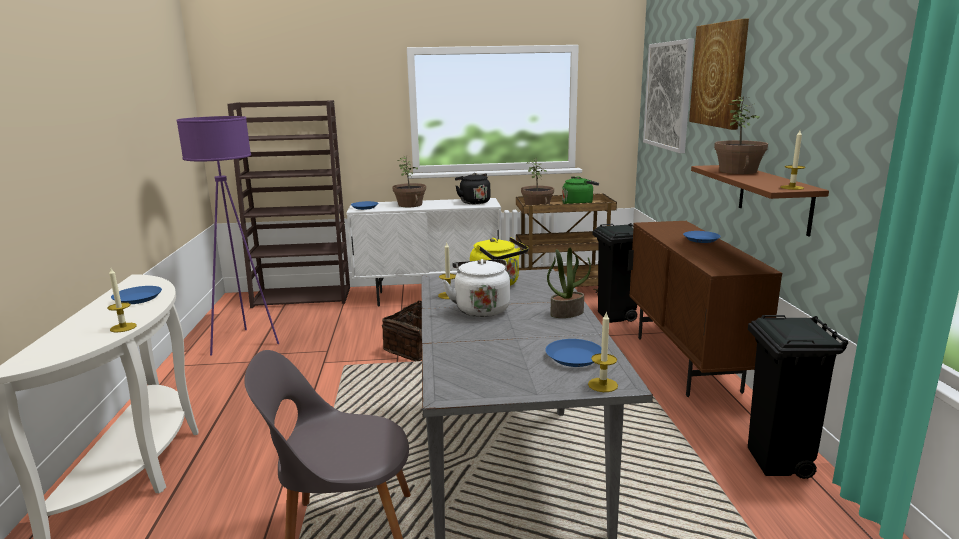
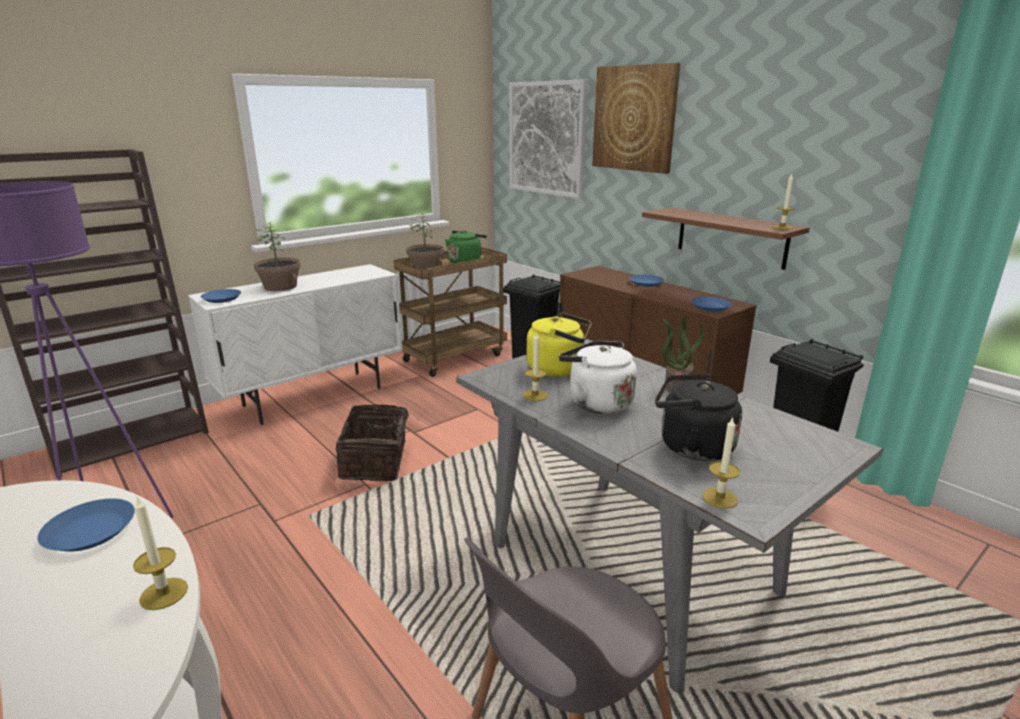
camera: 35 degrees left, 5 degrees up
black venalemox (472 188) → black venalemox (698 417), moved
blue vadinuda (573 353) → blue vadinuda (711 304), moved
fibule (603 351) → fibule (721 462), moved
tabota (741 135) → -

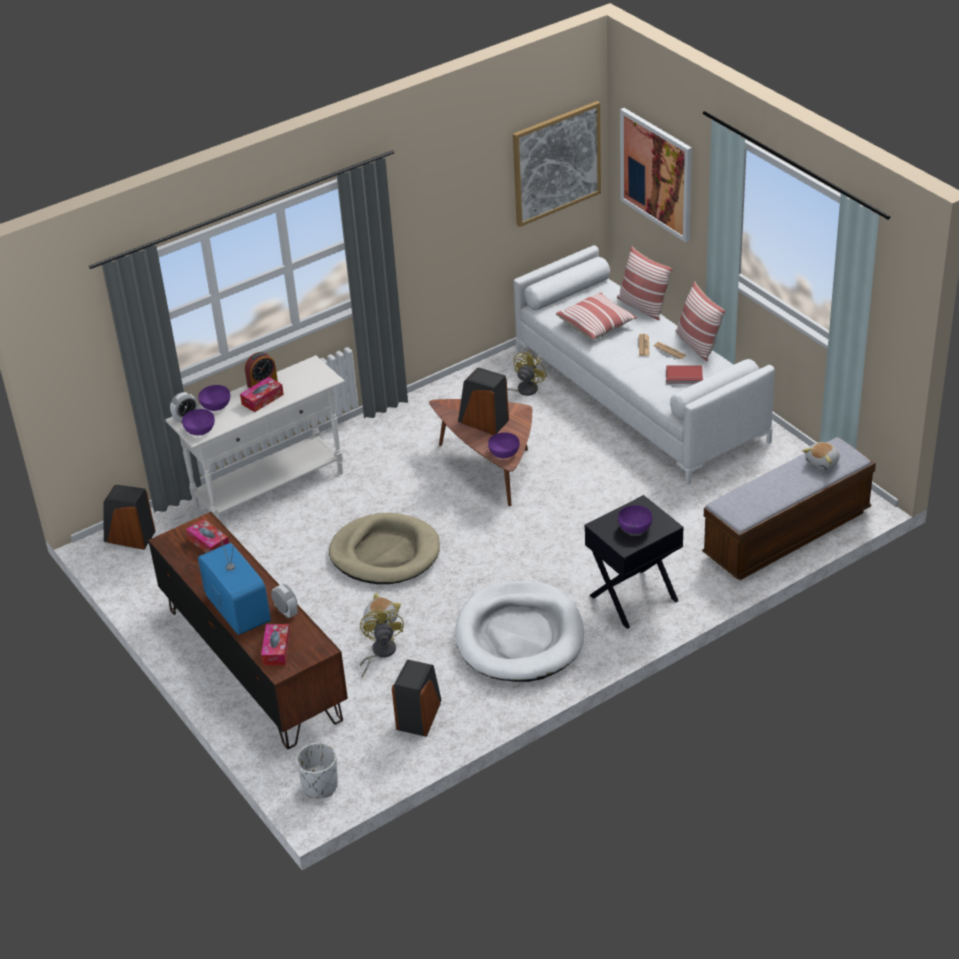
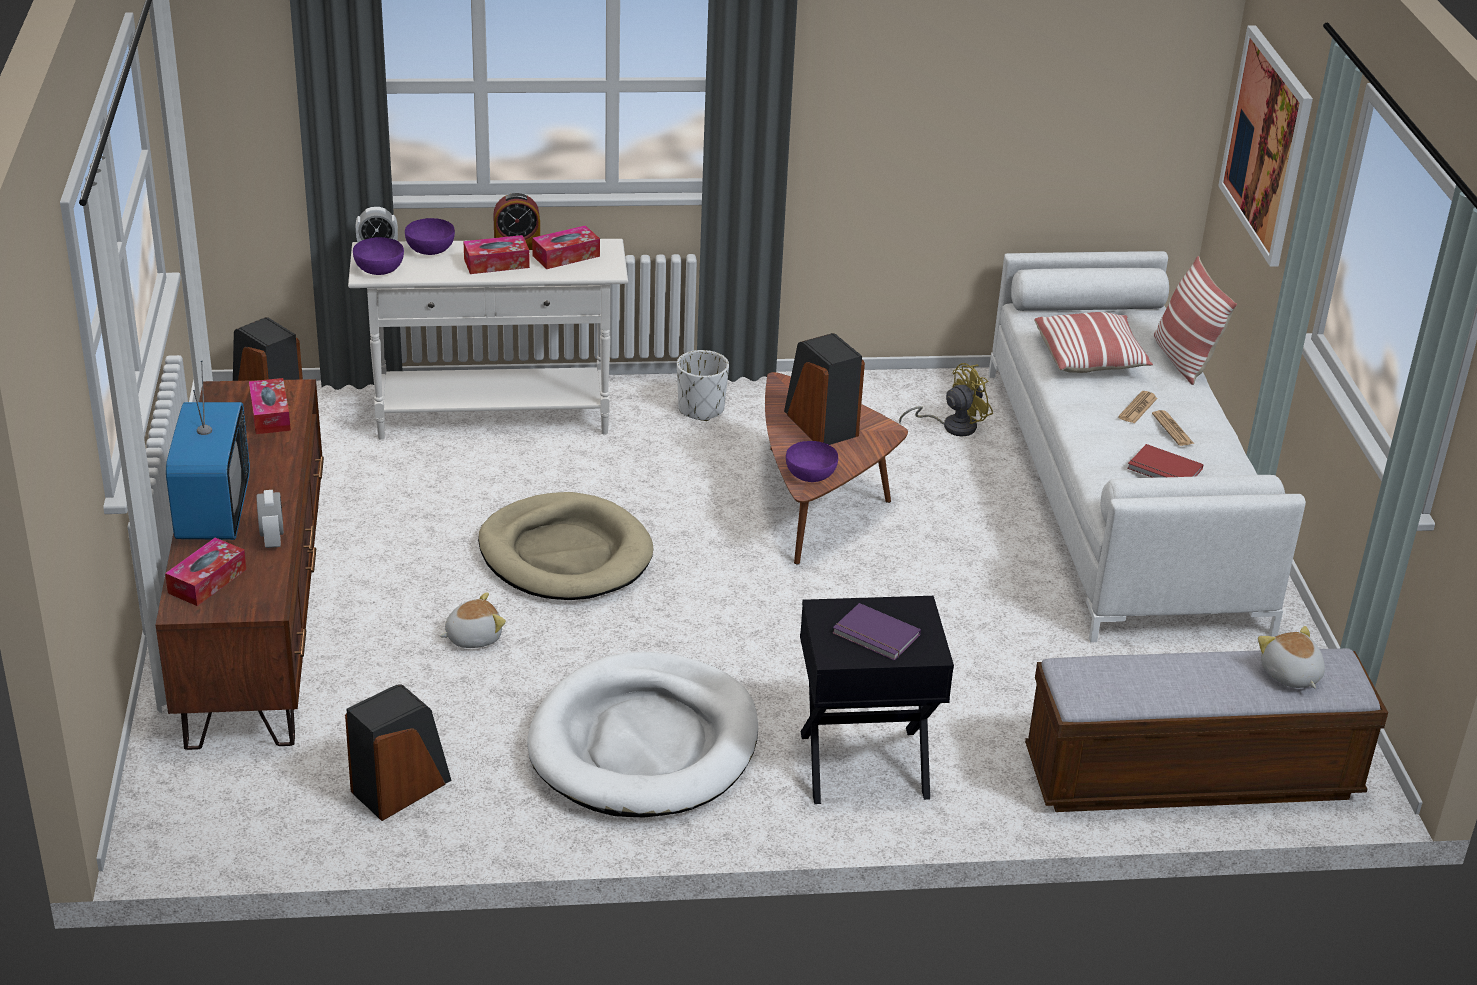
camera: 25 degrees right, 5 degrees down
- → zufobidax (566 247)
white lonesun (317 770) → white lonesun (703 385), moved
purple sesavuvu (635 519) → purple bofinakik (877 632)
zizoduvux (821 456) → zizoduvux (1291 657), 90 degrees clockwise
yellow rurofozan (381 641) → -
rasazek (557 164) → -
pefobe (700 321) → -

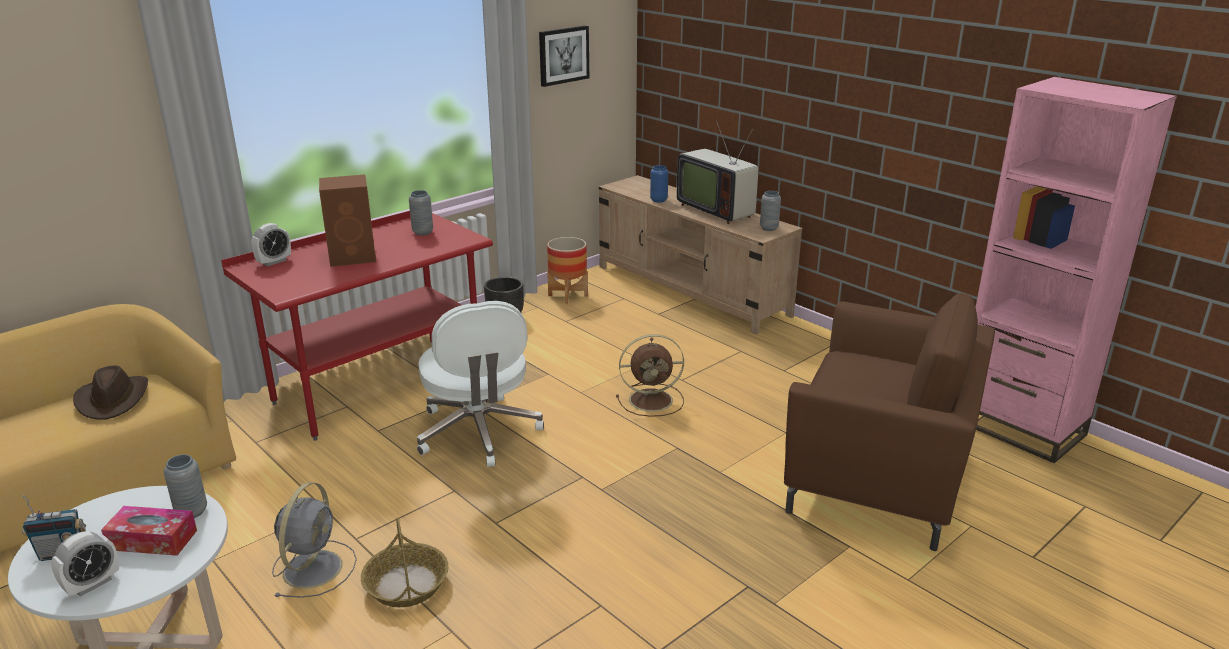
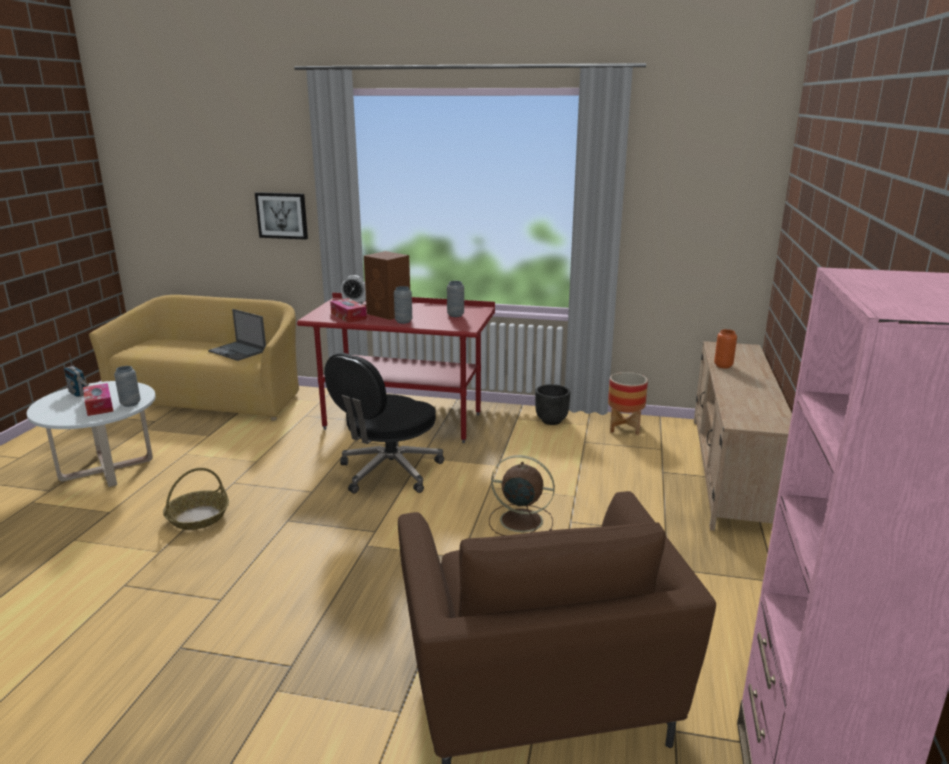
camera: 55 degrees right, 5 degrees down
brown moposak (110 393) → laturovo (237 335)
rasazek (564 56) → rasazek (281 216), moved
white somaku (480 384) → black somaku (384 423)
- → zufobidax (348 310)
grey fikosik (770 211) → grey fikosik (403 305), moved
brown rurofozan (650 375) → brown rurofozan (522 495), 150 degrees clockwise
blue fikosik (659 184) → orange fikosik (725 348)
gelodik (85 564) → -
grey rurofozan (314 540) → -
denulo (717 172) → -

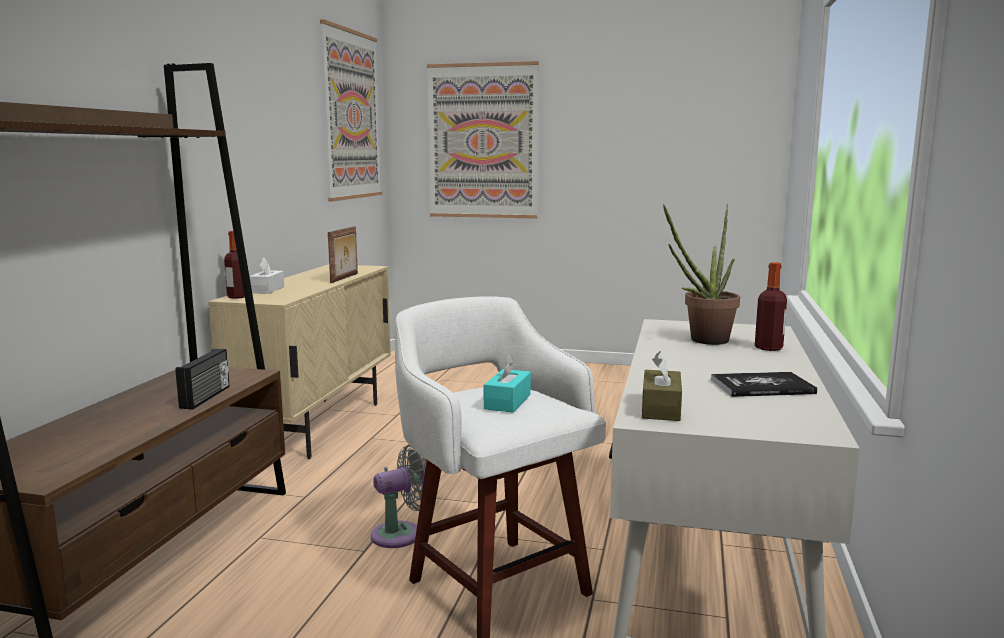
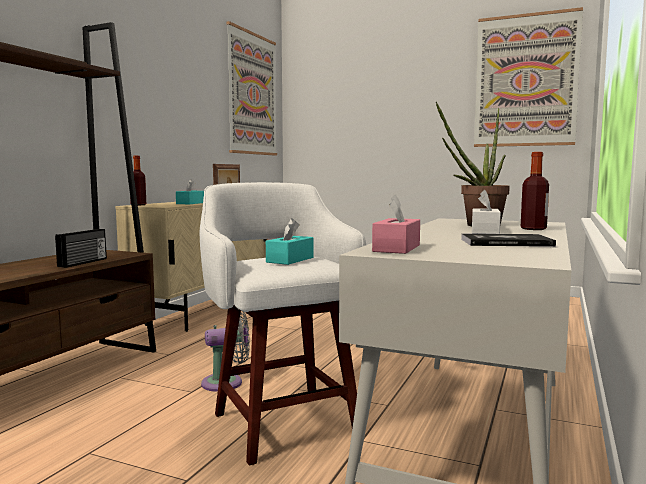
camera: 10 degrees right, 5 degrees down
- → turquoise zufobidax (190 191)
brown zufobidax (662 386) → pink zufobidax (396 224)
white zufobidax (266 276) → white zufobidax (486 212), moved
rasazek (483 140) → rasazek (528 77), moved

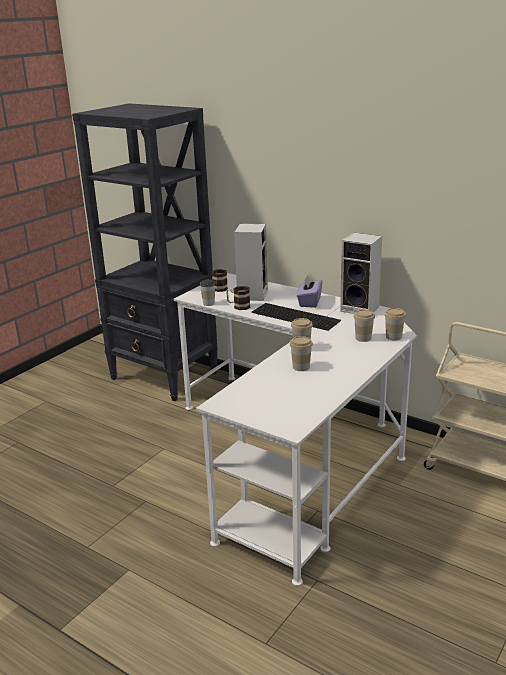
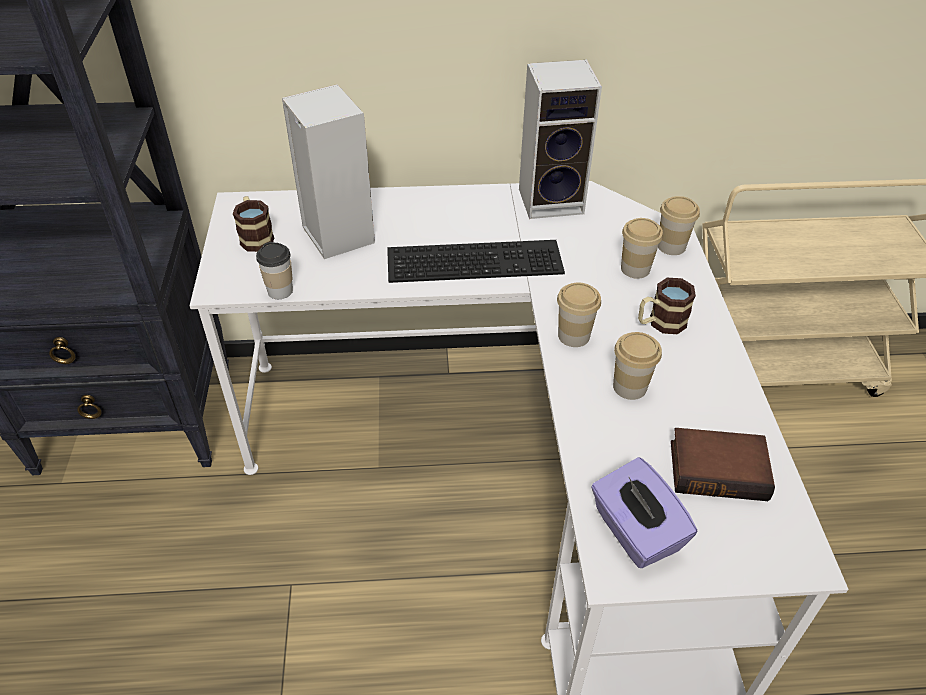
camera: 40 degrees left, 20 degrees up
purple zufobidax (309 291) → purple zufobidax (644 512), moved
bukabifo (238 298) → bukabifo (667 306), moved
- → bofinakik (723 464)

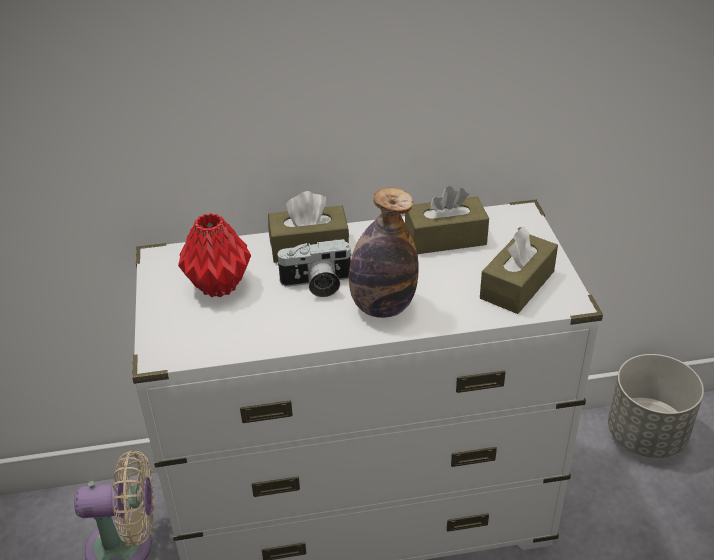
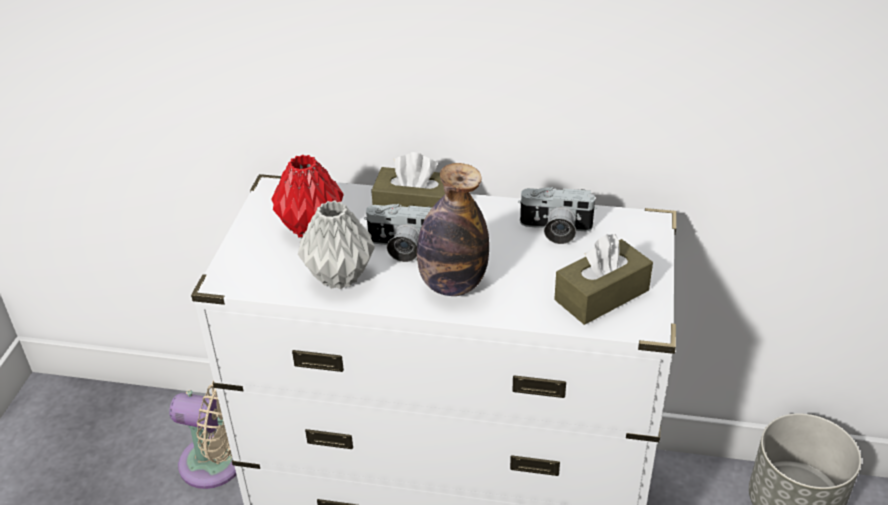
camera: 20 degrees right, 0 degrees up
- → grey fikosik (336 244)
brown zufobidax (447 220) → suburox (557 215)

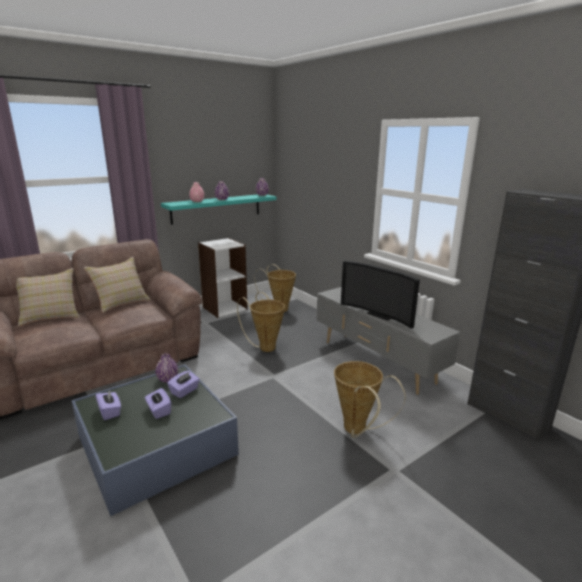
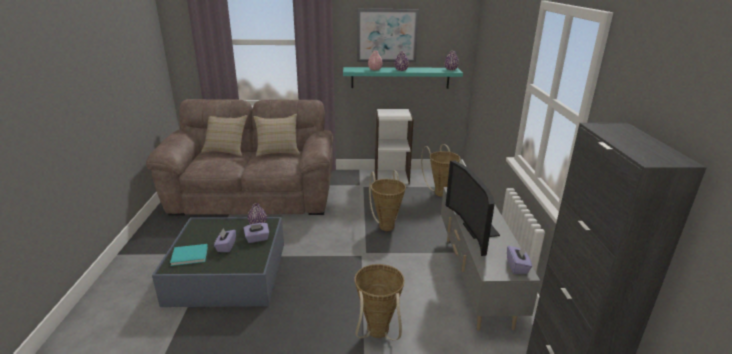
camera: 35 degrees right, 5 degrees up
- → turquoise bofinakik (189 255)
- → rasazek (388 35)
purple zufobidax (108 404) → purple zufobidax (519 260), moved

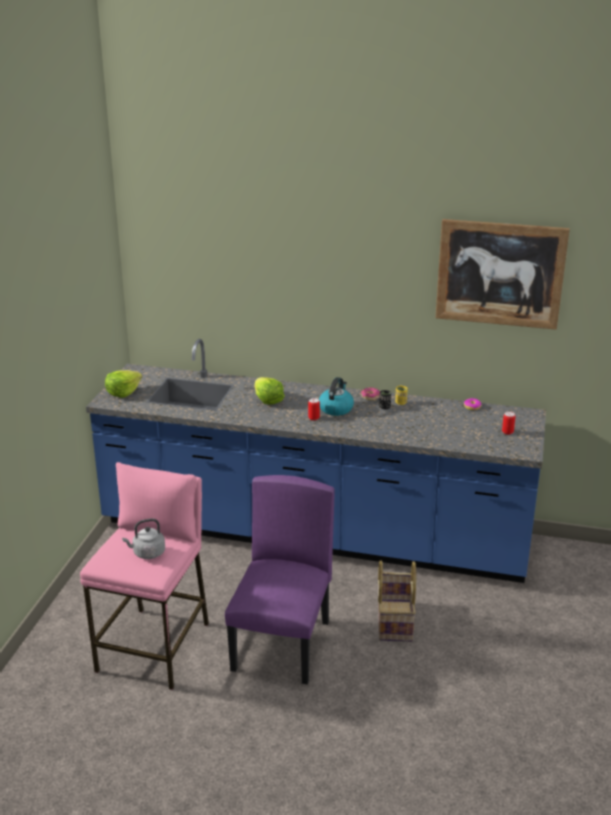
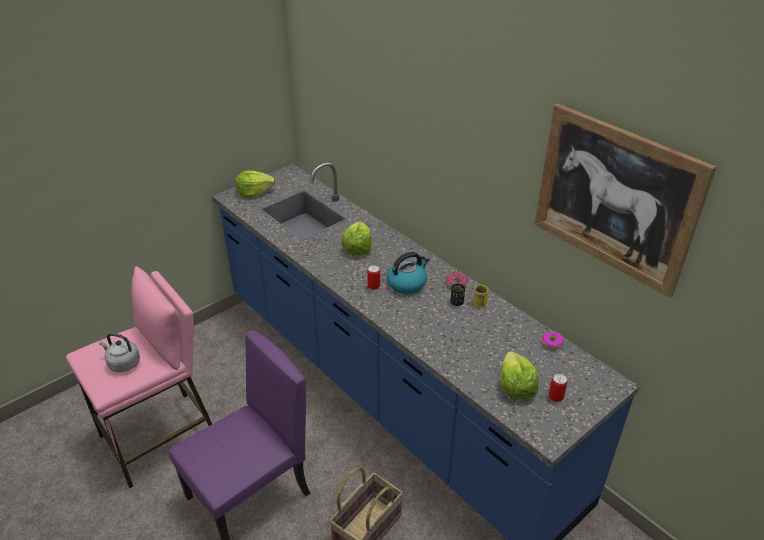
camera: 35 degrees right, 10 degrees up
- → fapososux (519 375)

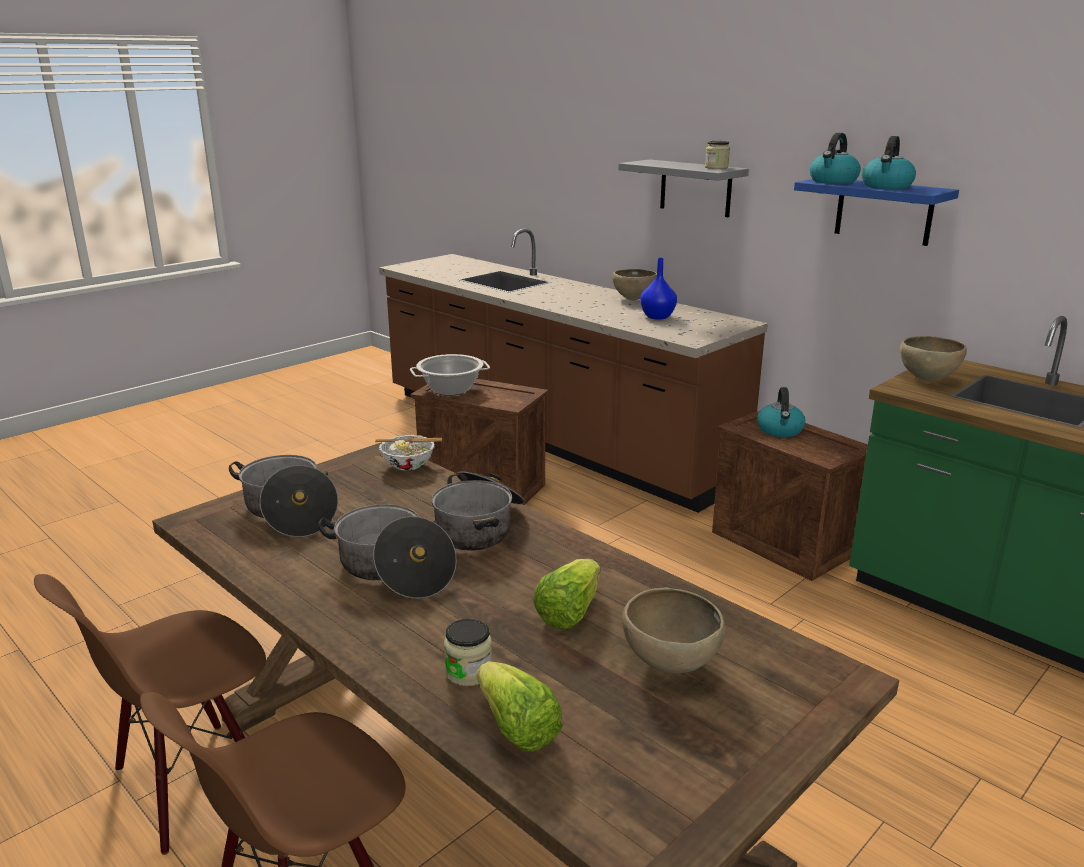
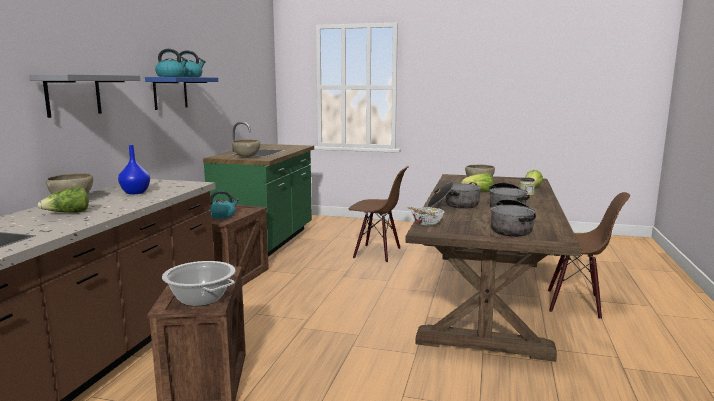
camera: 120 degrees left, 10 degrees down
- → fapososux (63 200)
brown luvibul (150 714) → brown luvibul (379 214), moved
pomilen (717 155) → -

